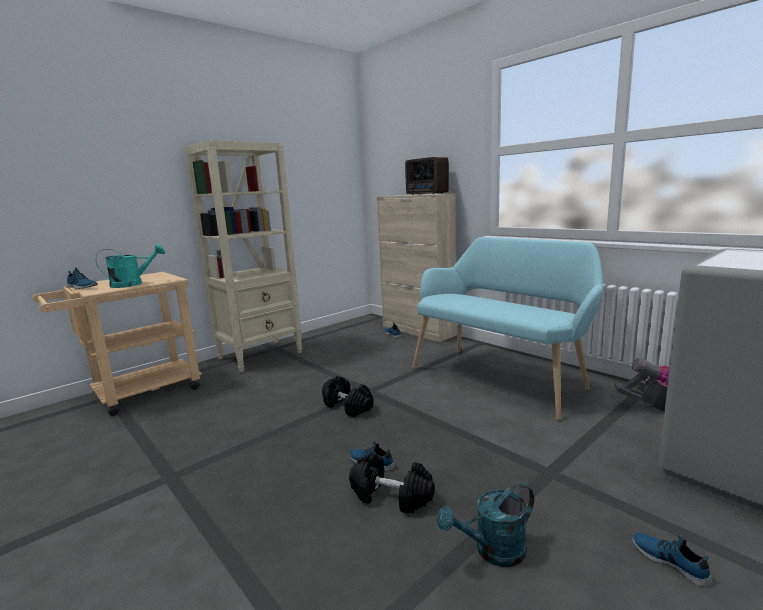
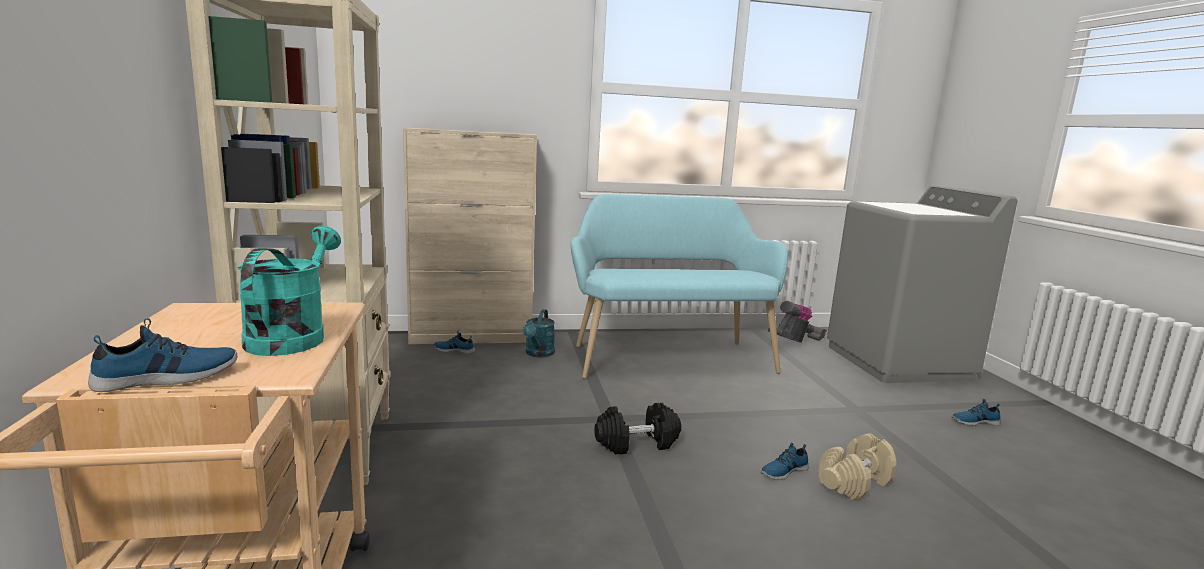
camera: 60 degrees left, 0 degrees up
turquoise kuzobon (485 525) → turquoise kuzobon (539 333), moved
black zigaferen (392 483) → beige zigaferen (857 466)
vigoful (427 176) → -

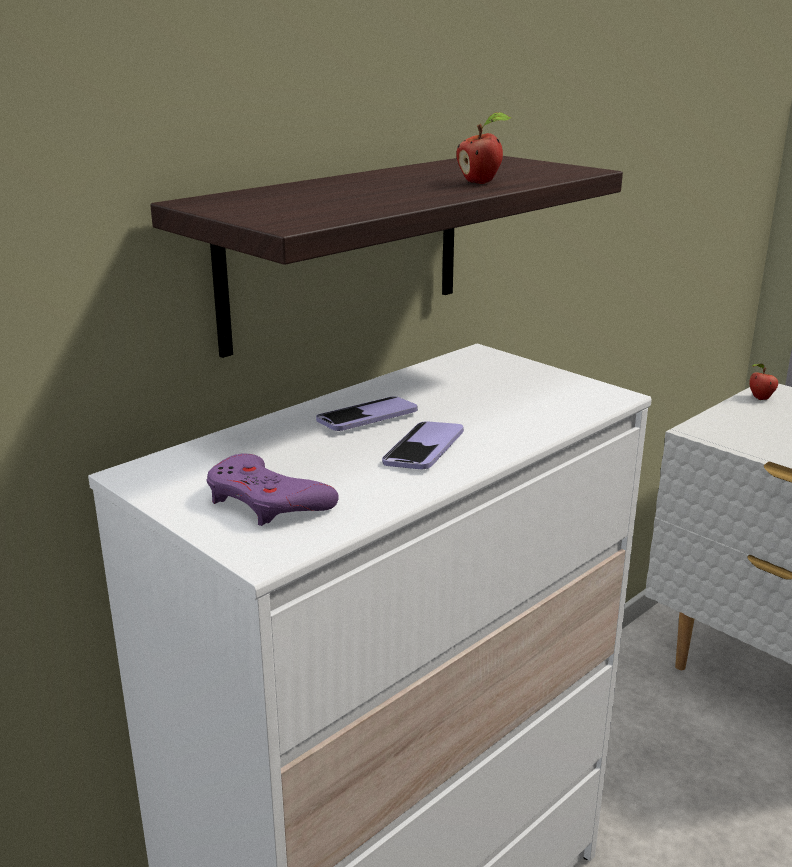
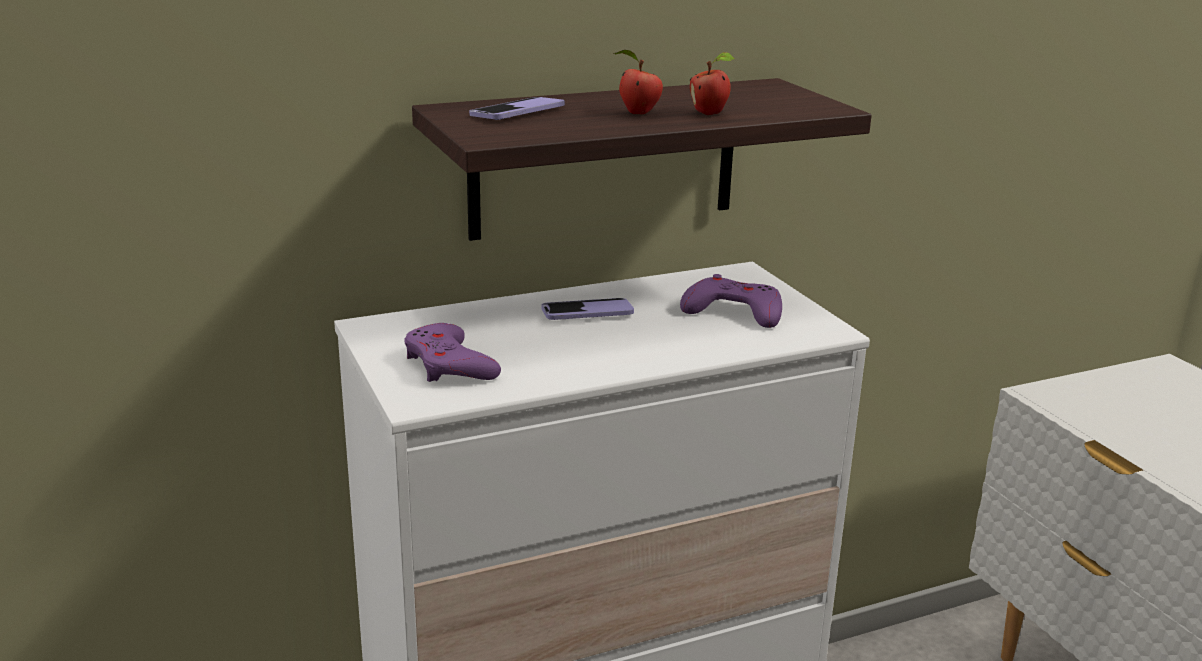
camera: 20 degrees right, 0 degrees up
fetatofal (423 445) → fetatofal (517 108), moved
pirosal (763 382) → pirosal (638 82), moved
- → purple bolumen (731 301)

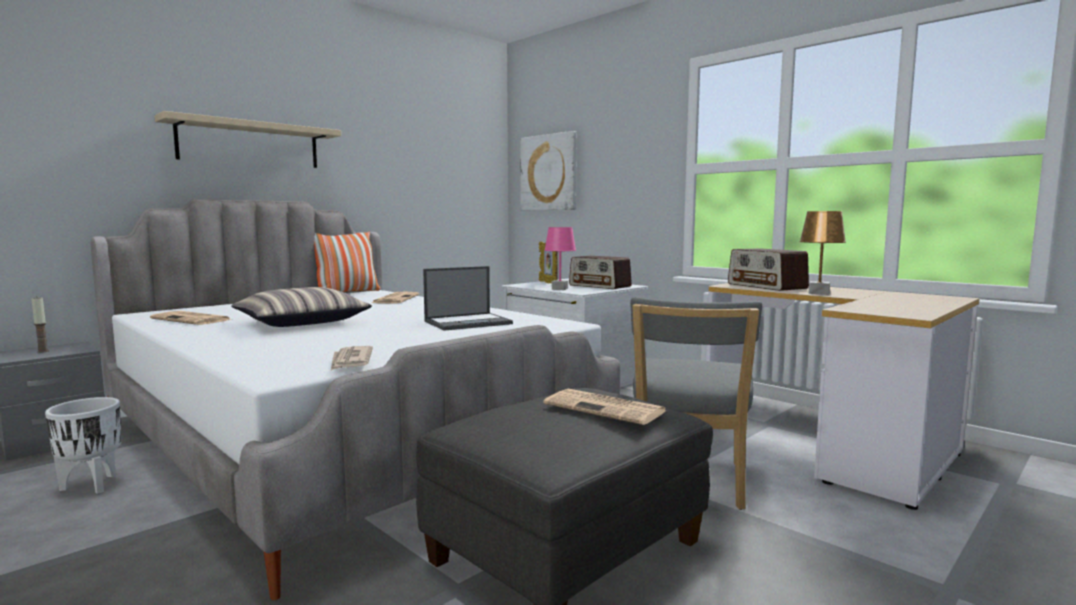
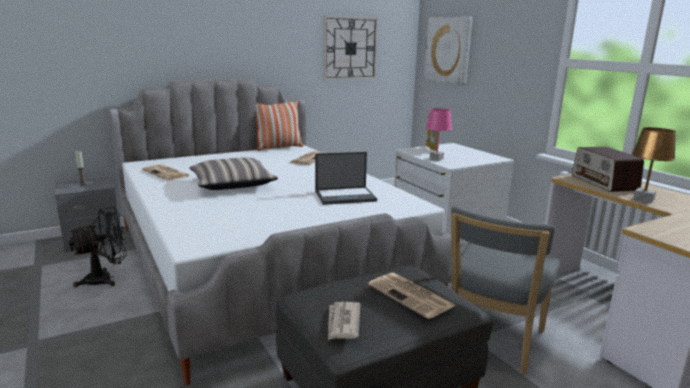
camera: 15 degrees right, 10 degrees up
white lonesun (83 445) → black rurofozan (97 247)
- → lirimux (350 48)
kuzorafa (352 358) → kuzorafa (344 321), moved
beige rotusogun (248 139) → -
vigoful (600 272) → -

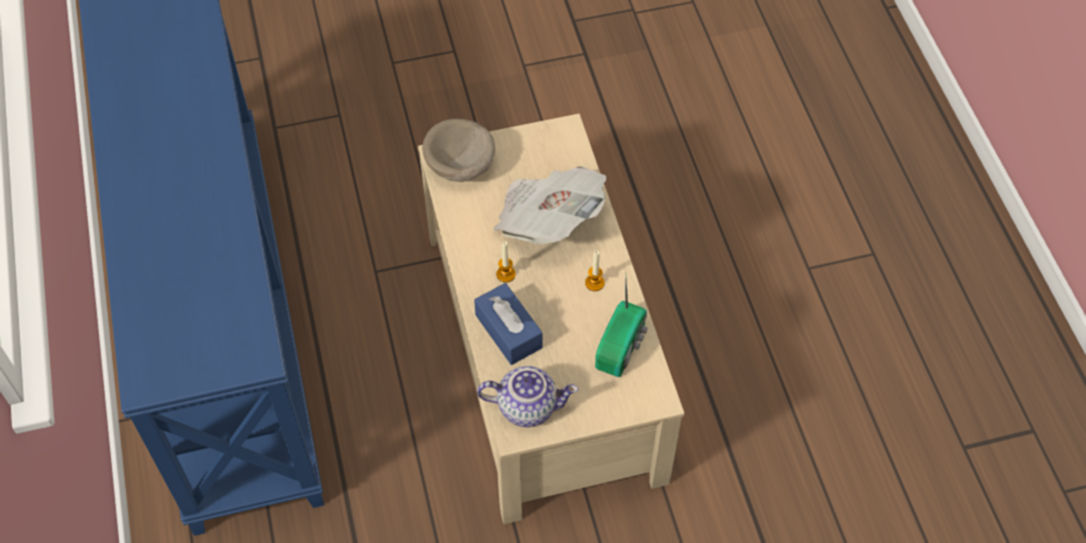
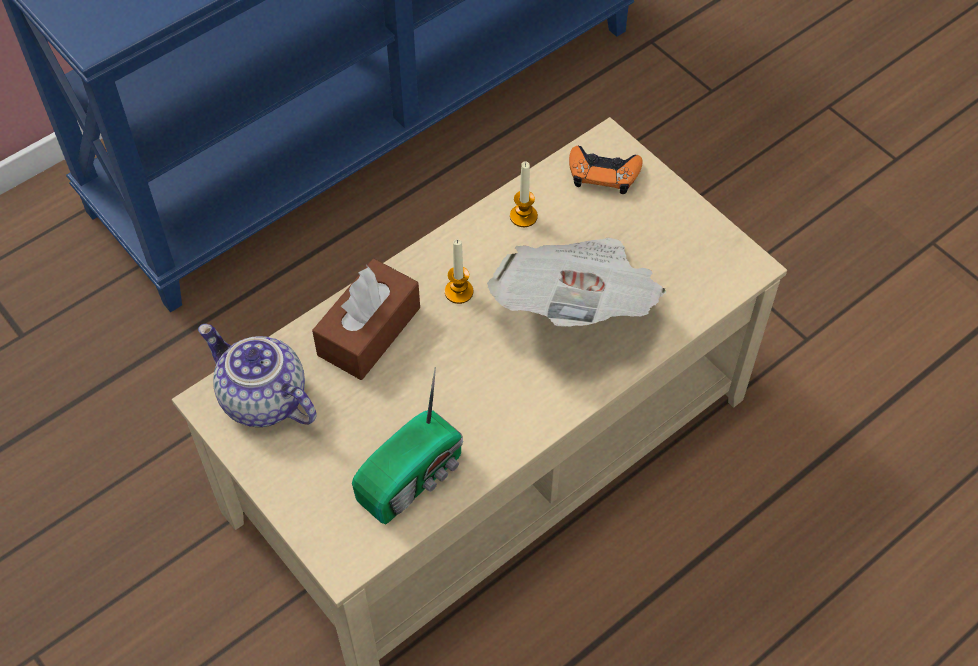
camera: 65 degrees right, 0 degrees up
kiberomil (527 396) → kiberomil (257 375), 150 degrees clockwise
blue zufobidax (508 324) → brown zufobidax (366 319)
vigoful (621 325) → vigoful (407 445), 45 degrees counterclockwise
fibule (594 270) → fibule (524 194), moved
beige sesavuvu (458 150) → orange bolumen (605 170)

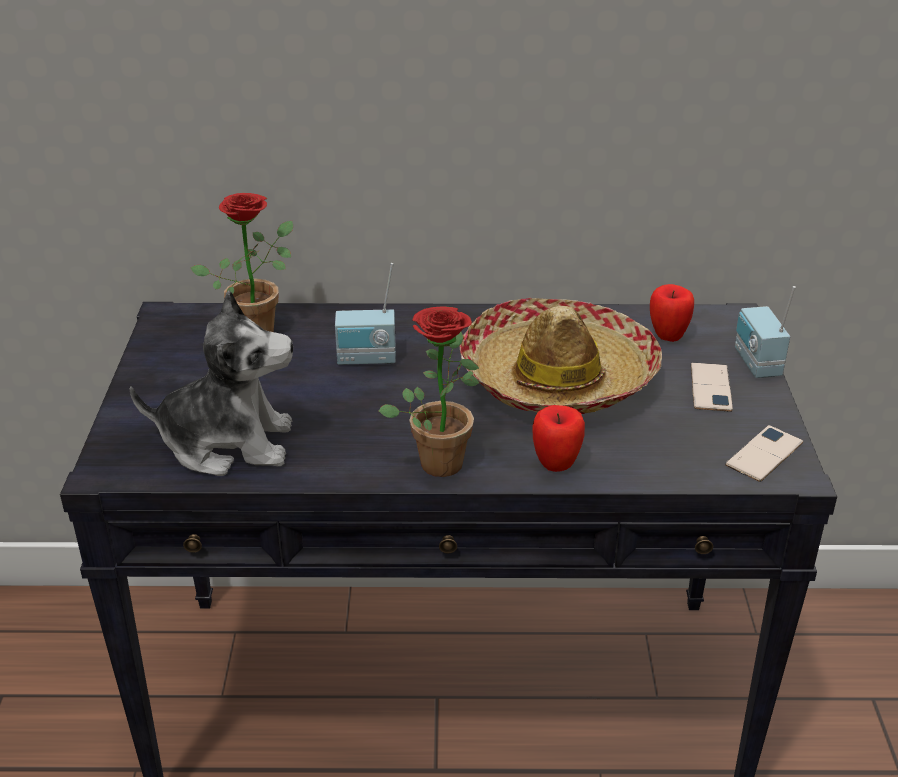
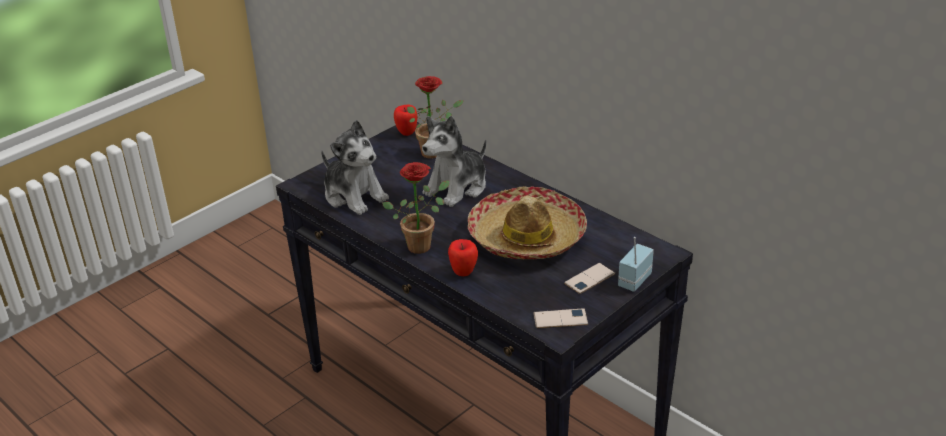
camera: 45 degrees right, 0 degrees up
pirosal (672 313) → pirosal (406 120), moved
vigoful (365 314) → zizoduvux (454 161)

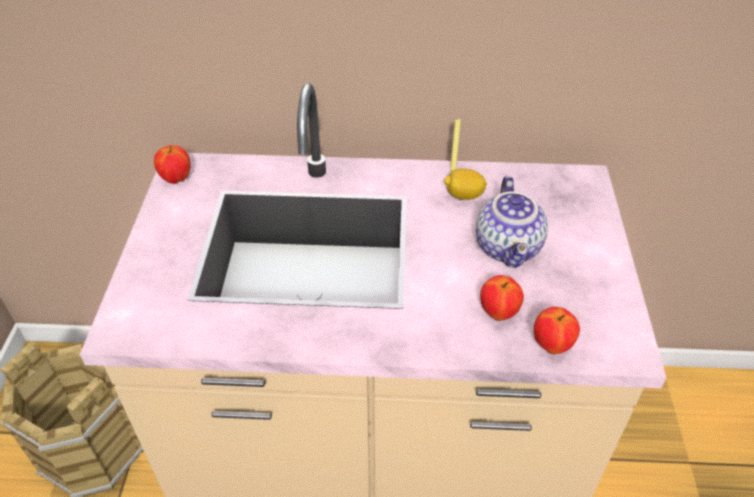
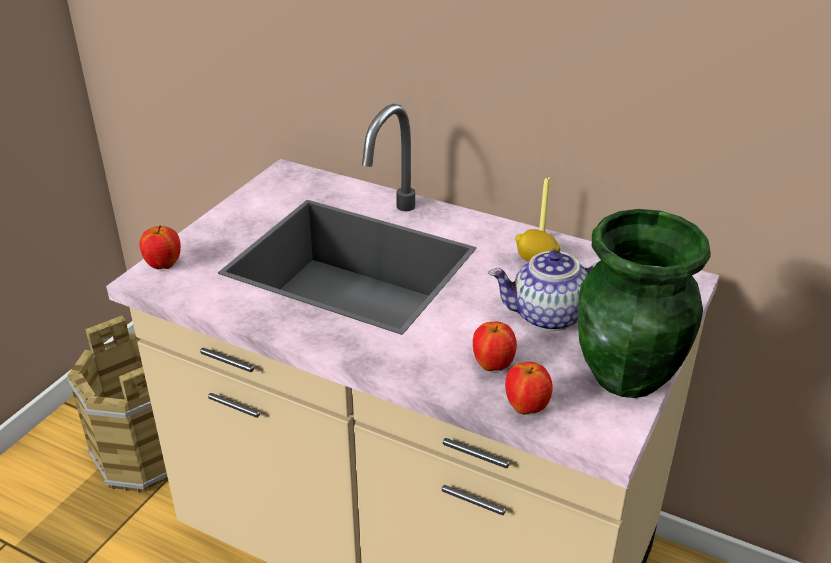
camera: 25 degrees right, 10 degrees down
pirosal (172 164) → pirosal (160 247), moved
kiberomil (512 222) → kiberomil (543 290), 60 degrees clockwise
- → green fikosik (644 303)

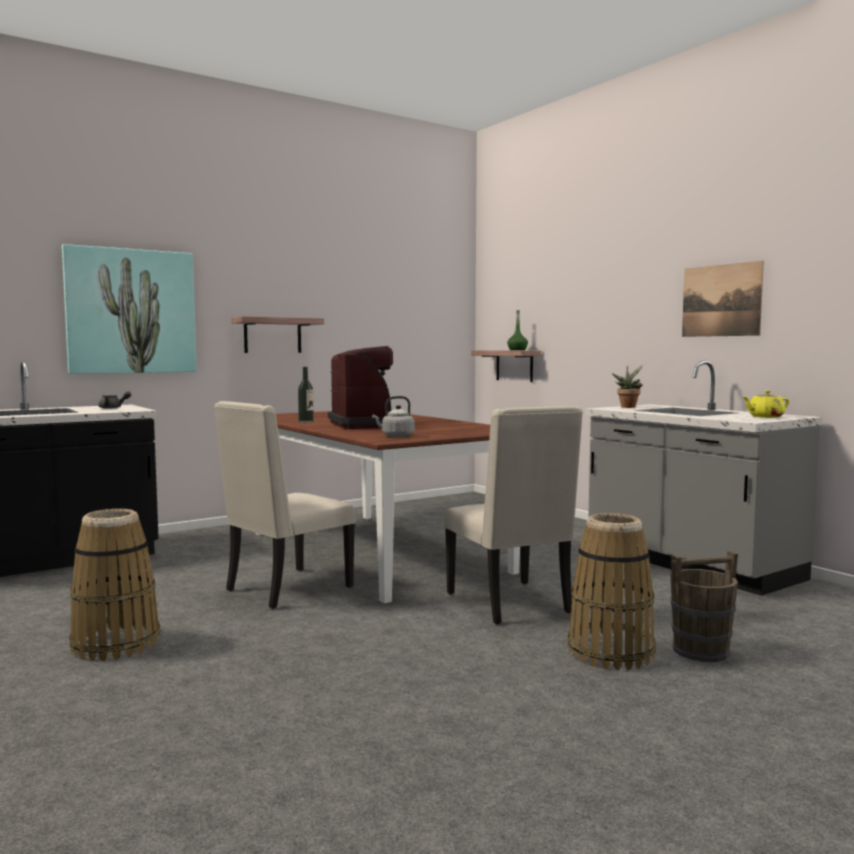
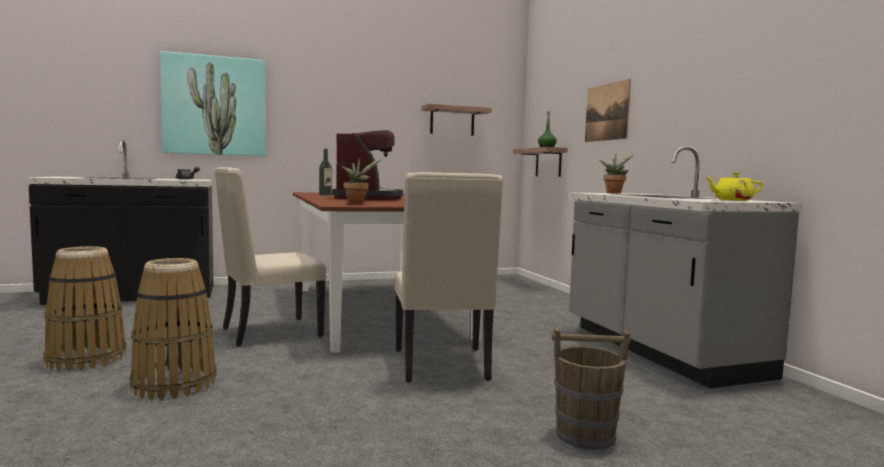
camera: 15 degrees right, 0 degrees up
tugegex (611 591) → tugegex (173 329), moved
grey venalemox (393 416) → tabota (361 181)
rotusogun (277 334) → rotusogun (456 120), moved
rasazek (723 299) → rasazek (608 110), moved

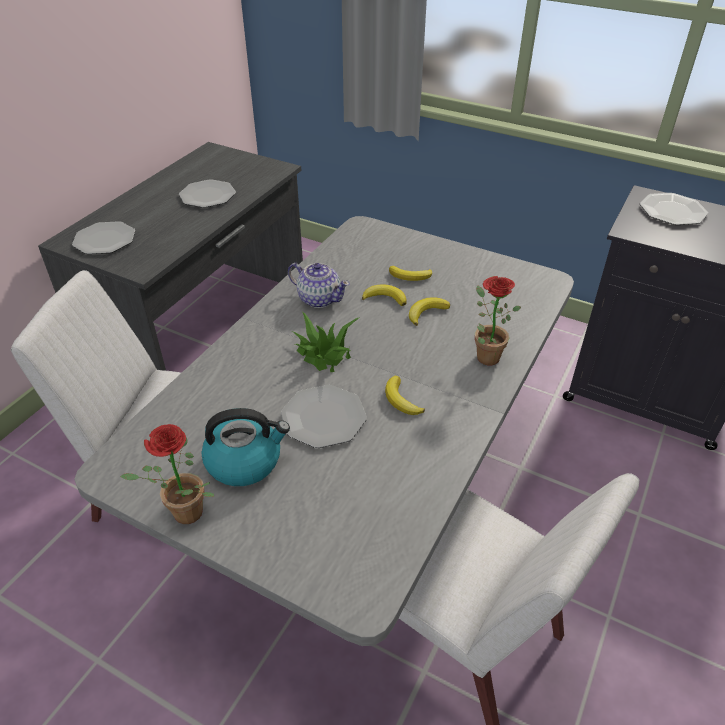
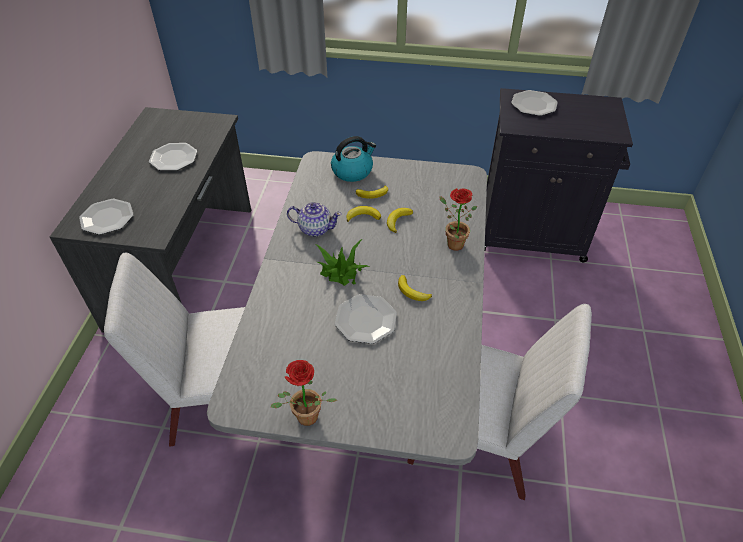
camera: 20 degrees left, 5 degrees up
venalemox (245 447) → venalemox (353 159), moved

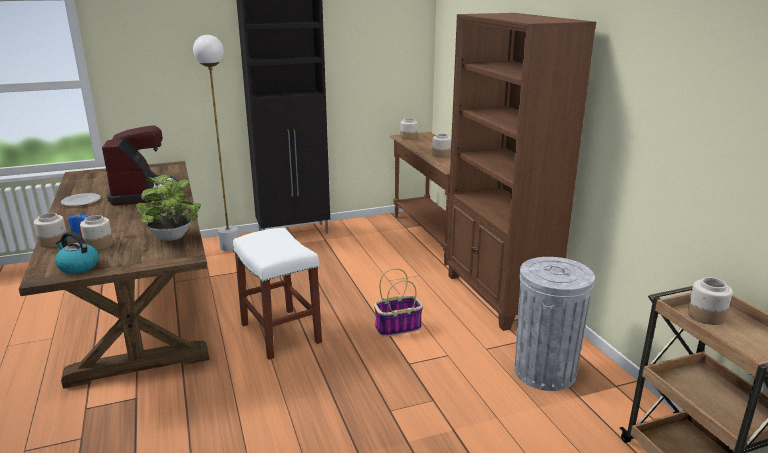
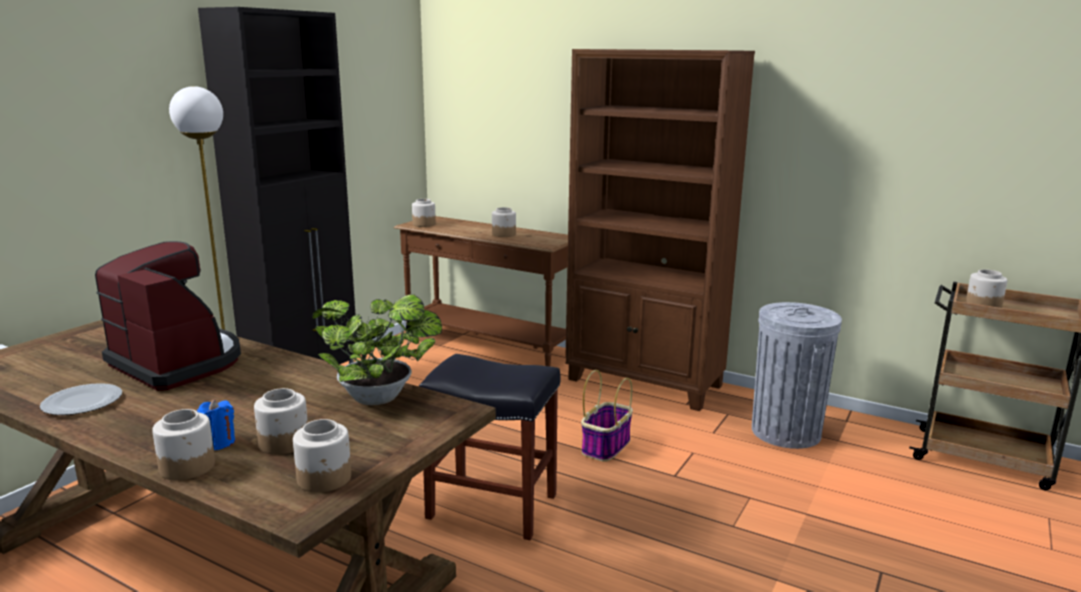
camera: 40 degrees left, 5 degrees down
venalemox (77 252) → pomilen (322 456)
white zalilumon (277 294) → black zalilumon (490 447)

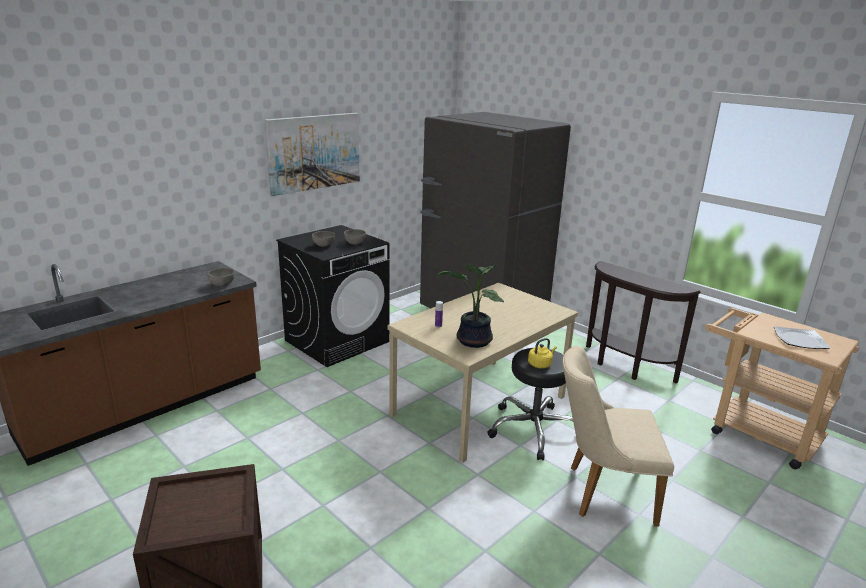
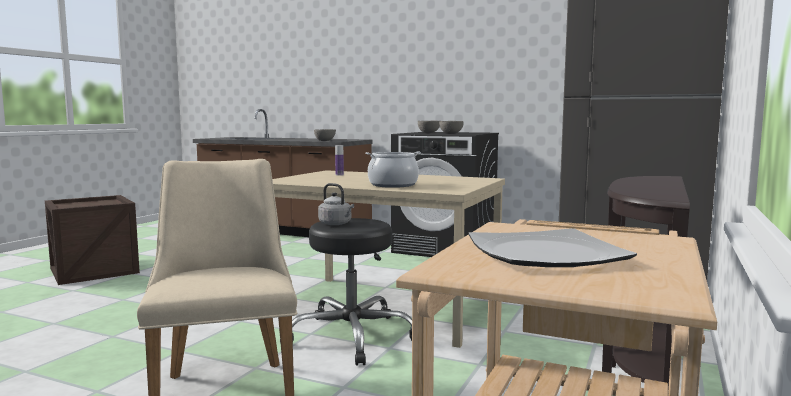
camera: 70 degrees right, 15 degrees down
yellow venalemox (542 353) → grey venalemox (336 204)
- → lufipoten (393 169)
rasazek (312 154) → -
tabota (470 306) → -

